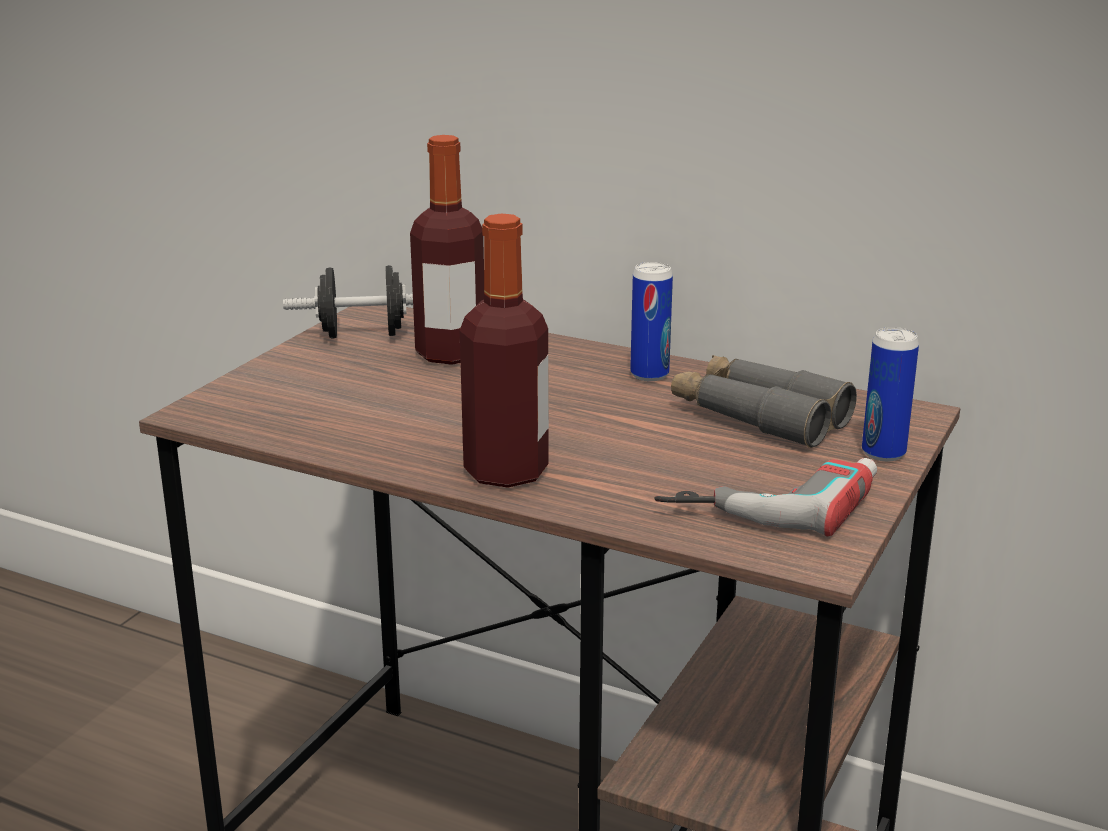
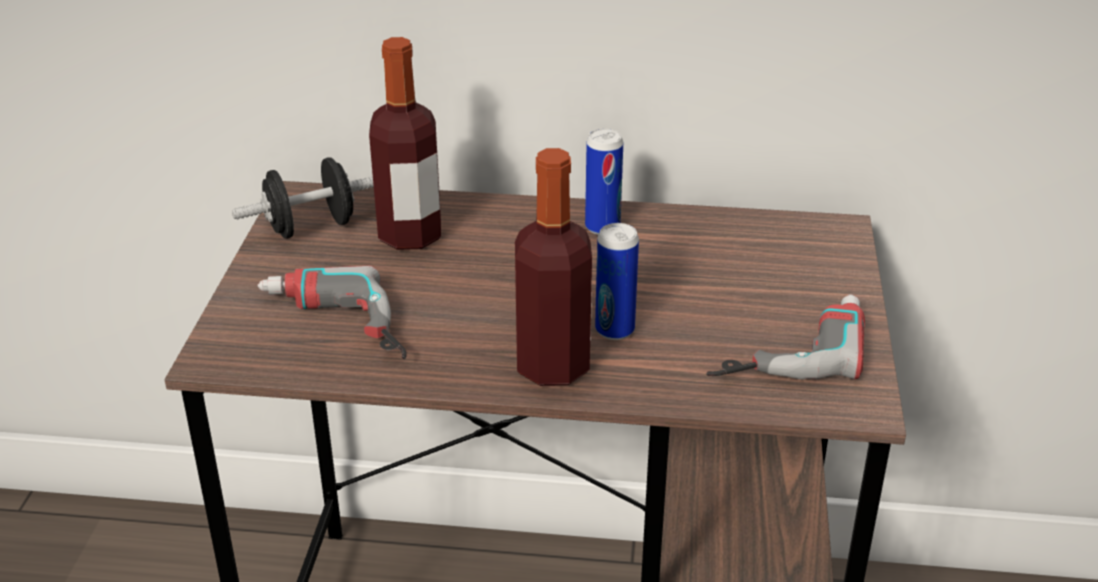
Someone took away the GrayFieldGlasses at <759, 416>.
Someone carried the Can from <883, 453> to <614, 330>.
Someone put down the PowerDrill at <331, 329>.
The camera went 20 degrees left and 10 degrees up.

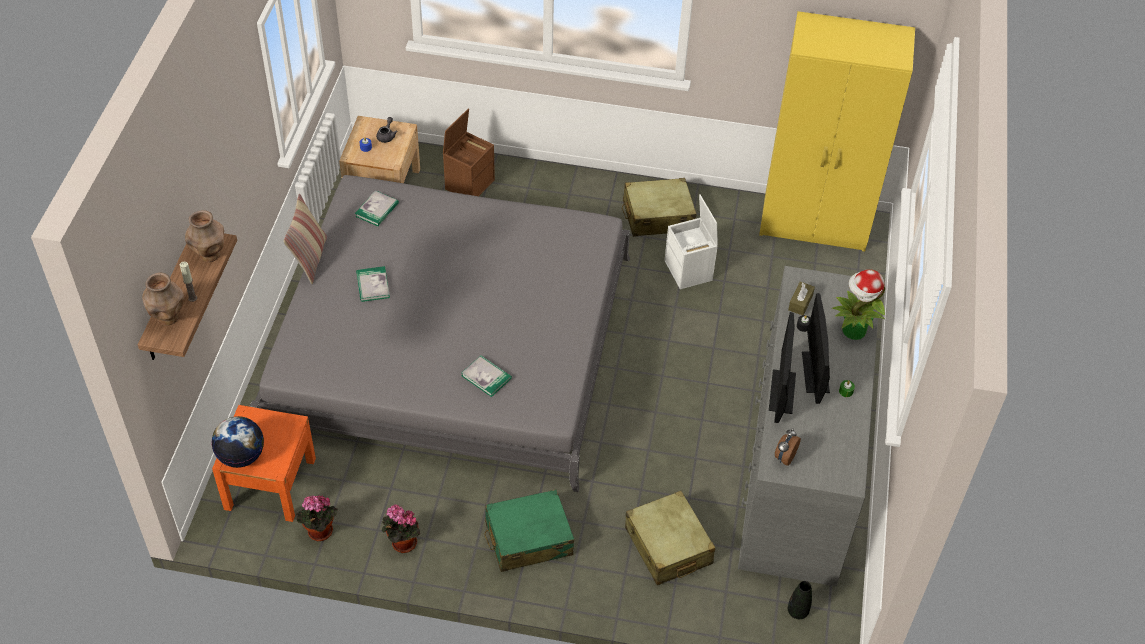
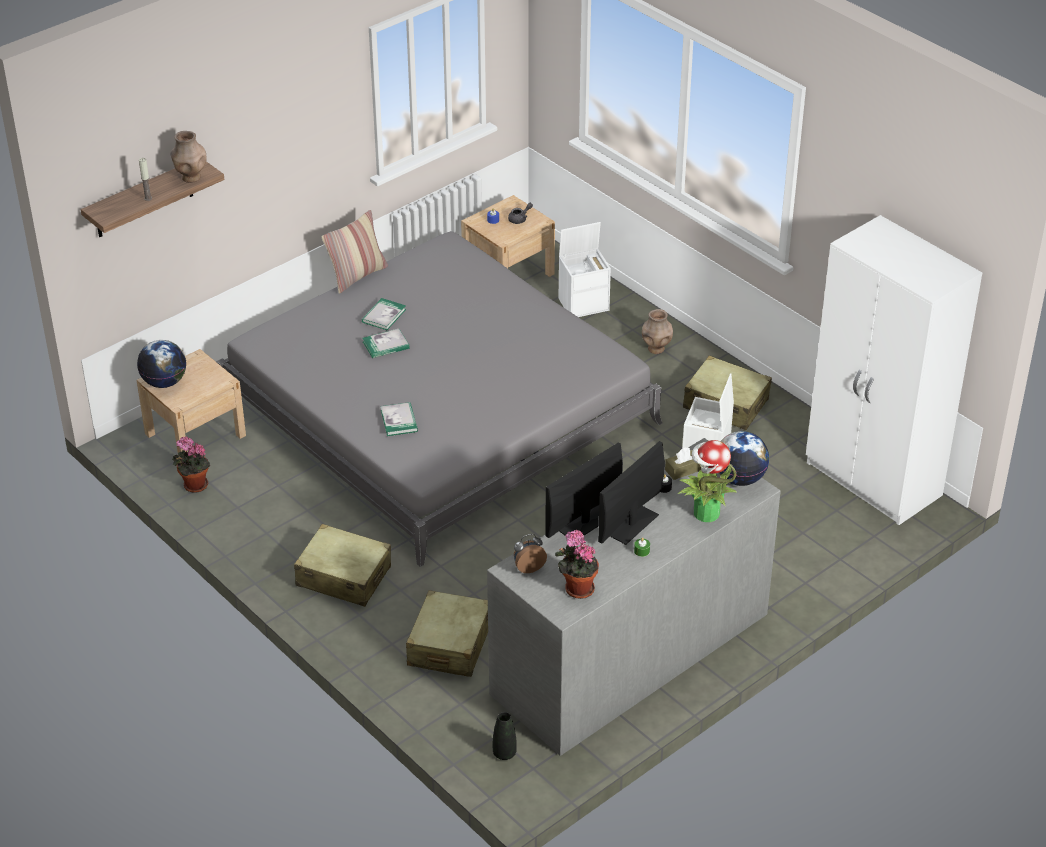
Someone carried the BrownishDecorativeVase from <168, 318> to <656, 349>.
Someone repainted the OrangeNightstand at <270, 483>, which became the BeigeColouredNightstand at <195, 435>.
Someone carried the Volume from <377, 210> to <386, 345>.
Someone carried the PlantInAPot from <402, 543> to <576, 588>.
Someone repainted the BrownishStorageContainer at <469, 183>, which became the WhiteColouredStorageContainer at <584, 303>.
Someone repainted the GreenishPieceOfLuggage at <528, 538>, which became the BeigeColouredPieceOfLuggage at <343, 576>.
Someone repainted the YellowColouredArmoire at <815, 224>, which became the WhiteColouredArmoire at <873, 481>.
Someone put down the DeskGlobe at <740, 478>.
The camera went 40 degrees right and 10 degrees down.

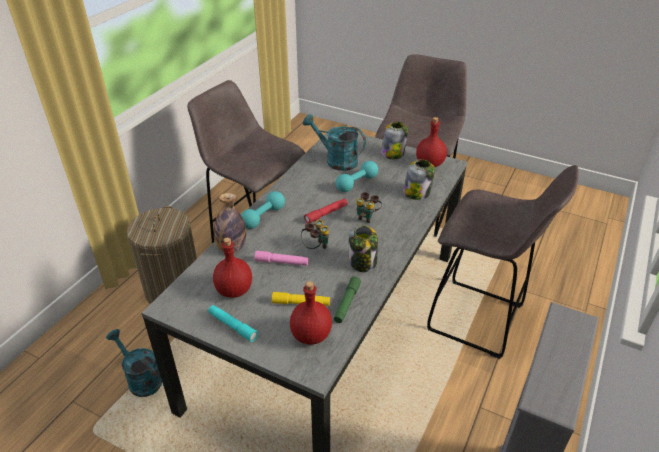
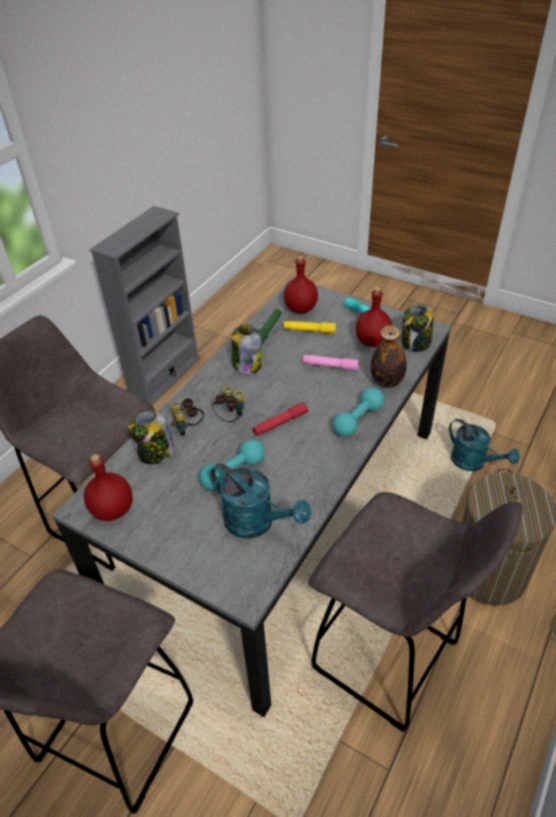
Someone carried the FieldGlasses from <315, 247> to <189, 428>.
Someone carried the StorageJar from <393, 153> to <416, 344>.
The camera went 175 degrees left and 5 degrees up.

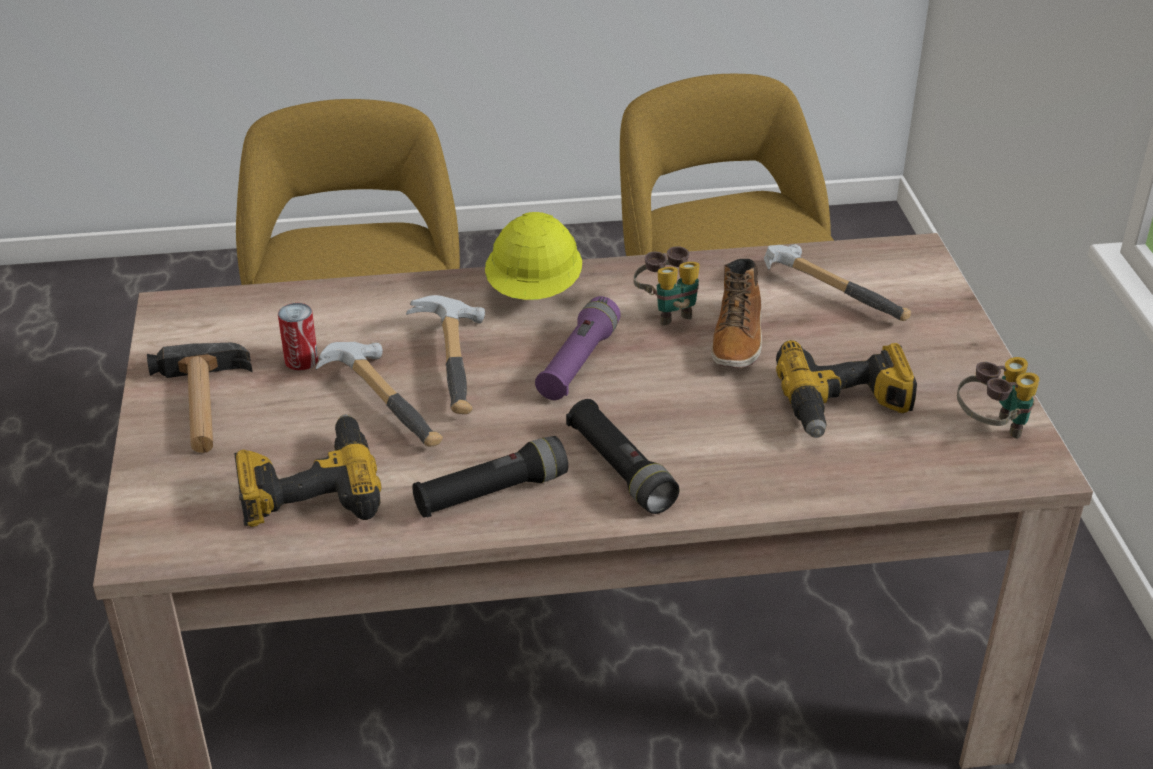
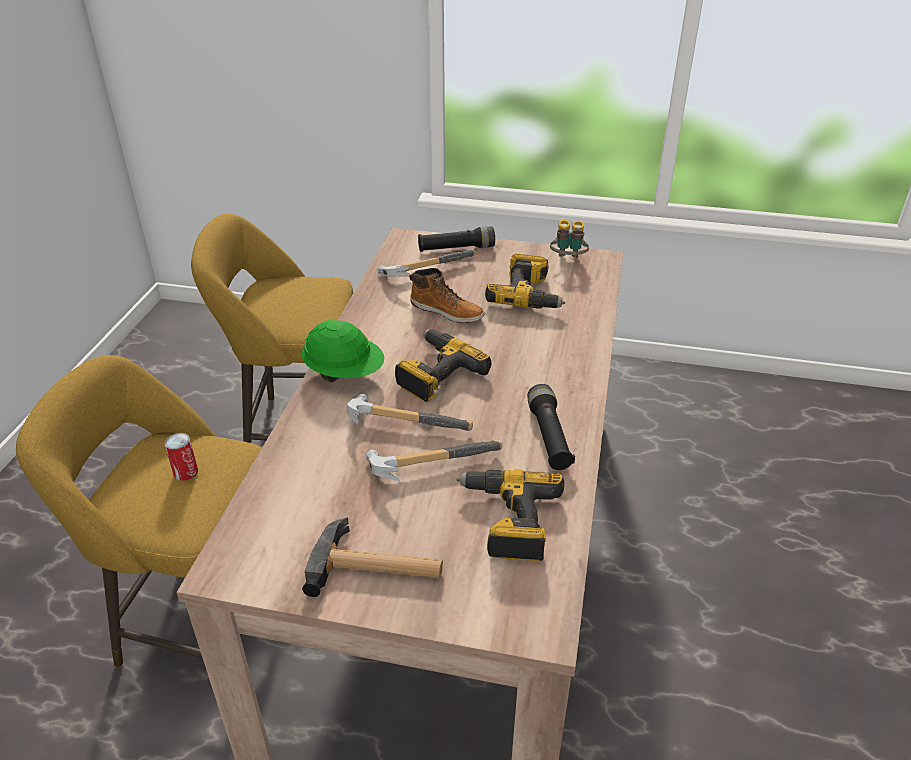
Someone carried the Can from <301, 360> to <185, 472>.
Someone repainted the YellowColouredSafetyHelmet at <535, 292>, which became the GreenishSafetyHelmet at <345, 373>.
Someone swapped the PurplishTorch at <578, 363> for the PowerDrill at <435, 373>.
Someone carried the BlackTorch from <620, 470> to <456, 249>.
Someone took away the FieldGlasses at <668, 311>.
The camera went 70 degrees left and 0 degrees up.

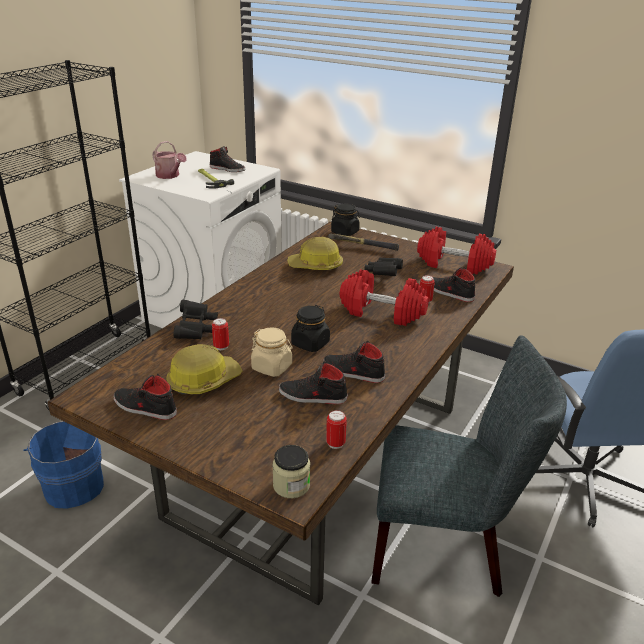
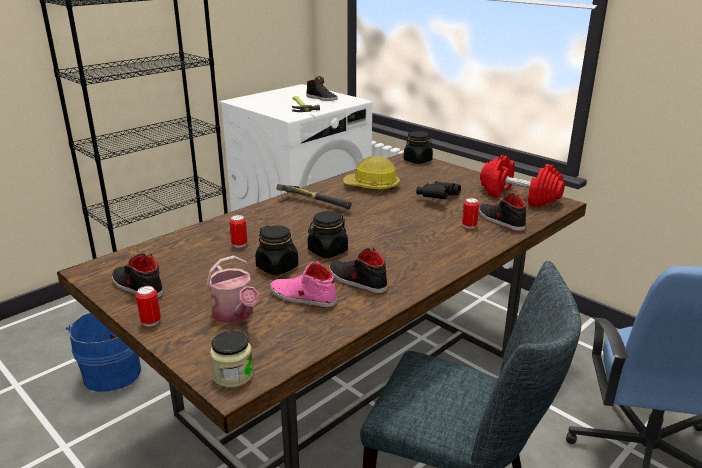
Someone carried the SprinklingCan from <169, 176> to <235, 314>.
Someone took away the SafetyHelmet at <203, 380>.
Someone took away the BlackFieldGlasses at <196, 329>.
Someone repainted the BeigeColouredStorageJar at <272, 367>, which became the BlackStorageJar at <277, 267>.
Someone repainted the BlackItemOfFootwear at <312, 396>, which became the PinkishItemOfFootwear at <302, 297>.
Someone carried the Can from <335, 443> to <151, 322>.
Someone carried the Hammer from <361, 247> to <315, 202>.
Someone took away the RedColouredHandWeight at <382, 312>.
The camera went 15 degrees right and 5 degrees down.

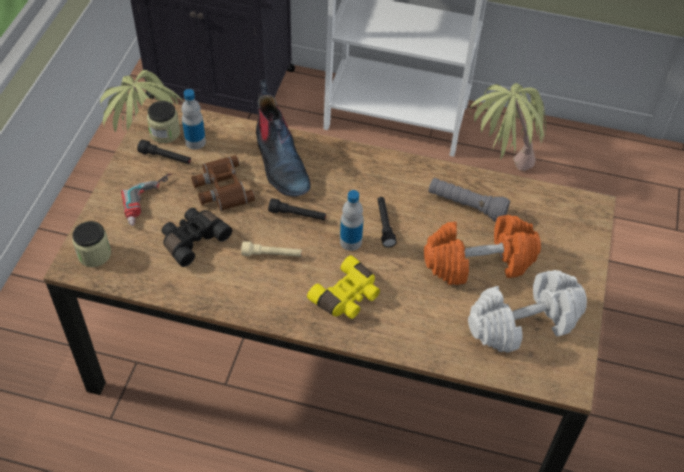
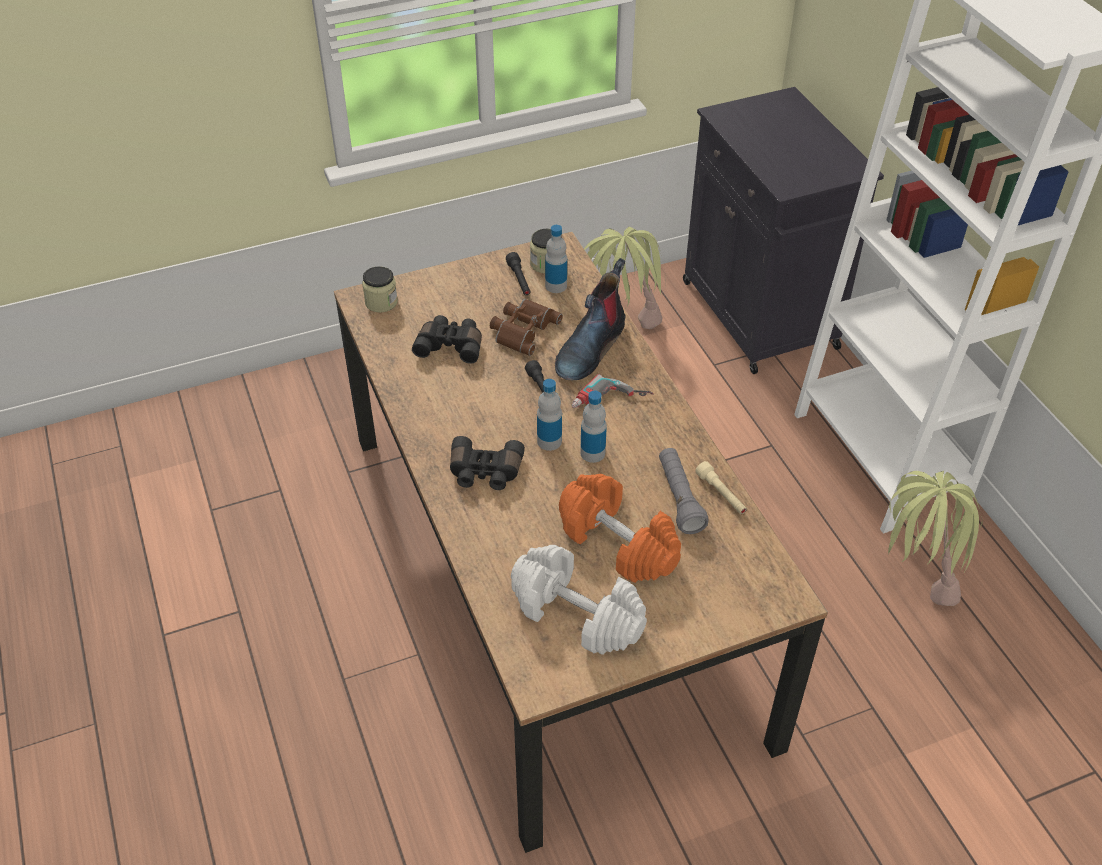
Someone carried the PowerDrill from <150, 203> to <611, 403>.
Someone carried the BeigeColouredTorch from <272, 255> to <721, 494>.
Someone repainted the YellowColouredFieldGlasses at <347, 297>, which became the BlackFieldGlasses at <485, 473>.
Someone swapped the BlackTorch at <384, 225> for the DrinkBottle at <592, 453>.
The camera went 55 degrees right and 5 degrees down.

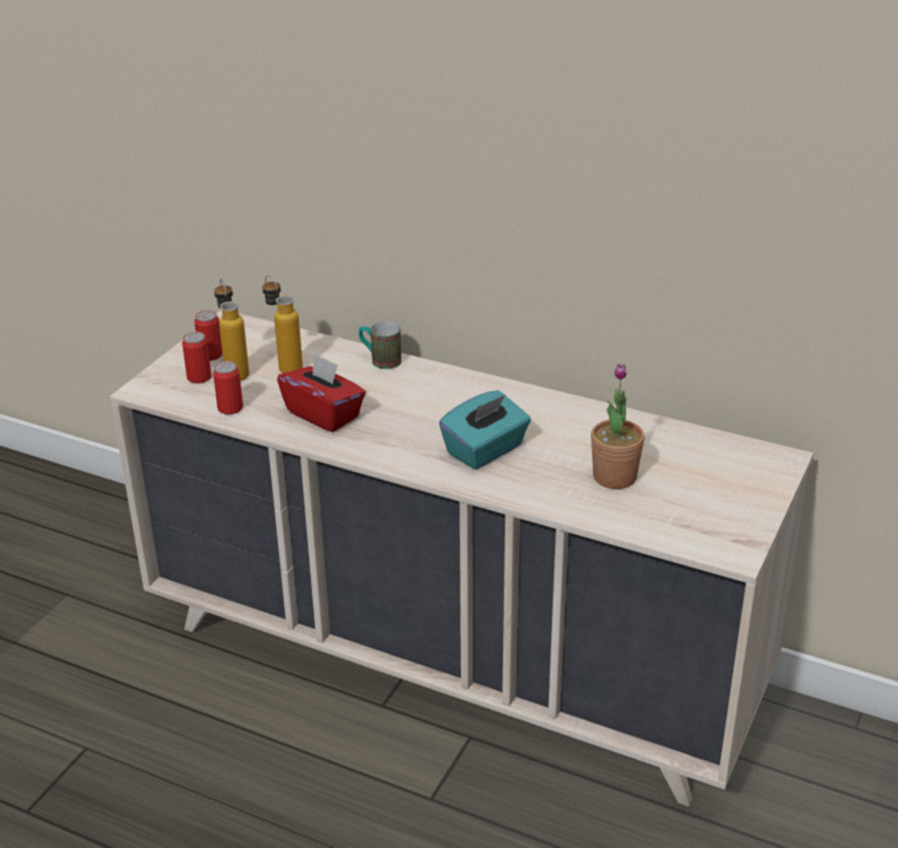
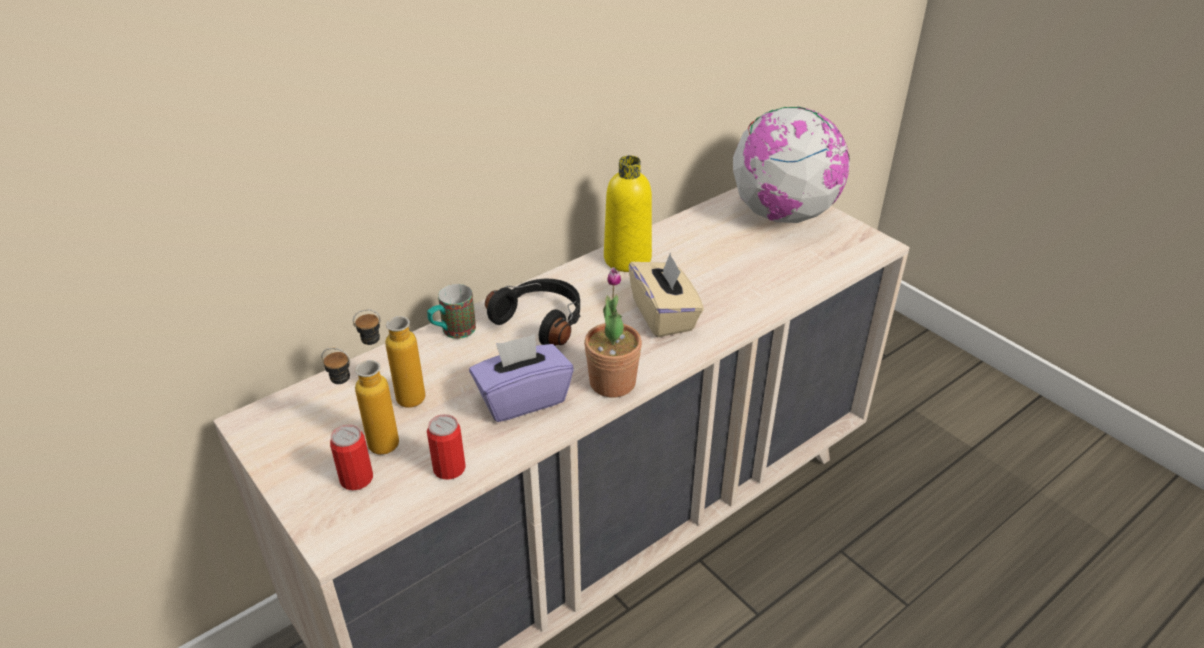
Someone took away the Can at <211, 355>.
Someone repainted the RedColouredTissueBox at <324, 414>, which became the PurplishTissueBox at <522, 398>.
Someone repainted the TurquoiseColouredTissueBox at <485, 450>, which became the BeigeColouredTissueBox at <664, 315>.
Someone carried the PlantInAPot from <614, 477> to <612, 382>.
Someone put down the BlackHeadset at <541, 321>.
Someone put down the YellowColouredDrinkBottle at <627, 259>.
Someone put down the DeskGlobe at <783, 214>.
The camera went 65 degrees left and 5 degrees up.

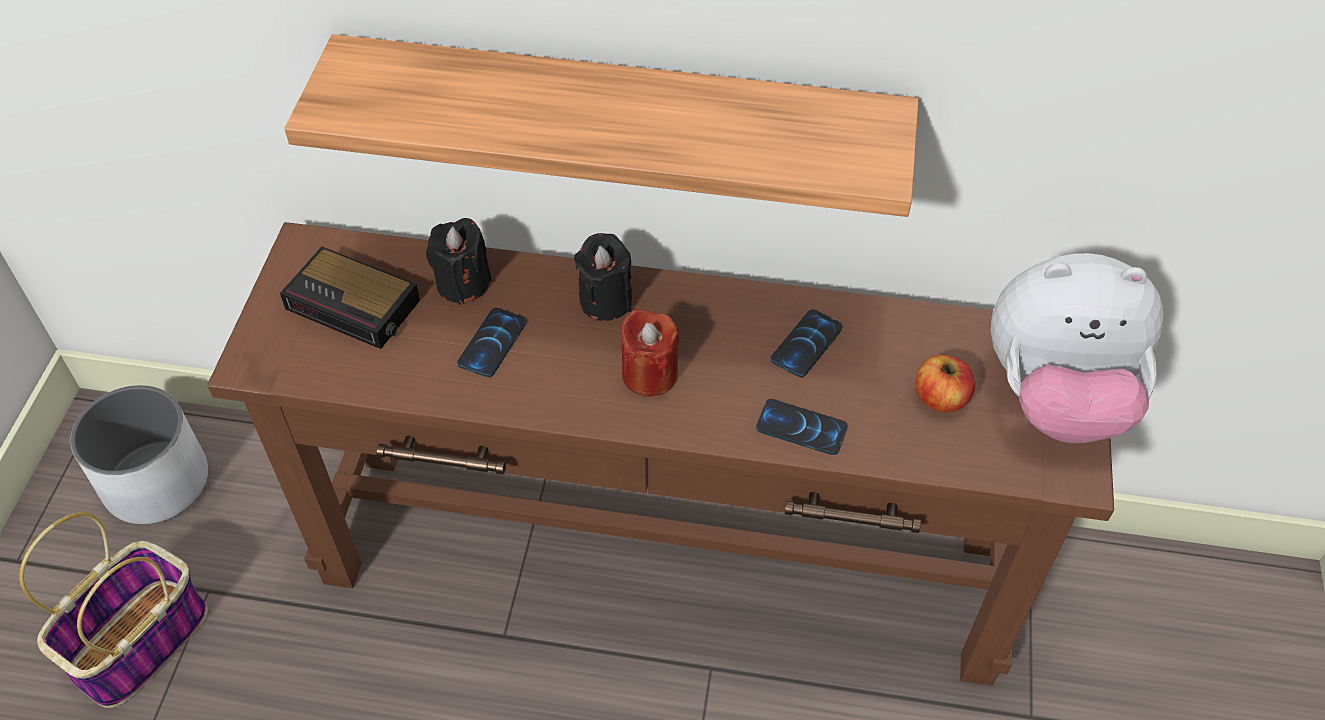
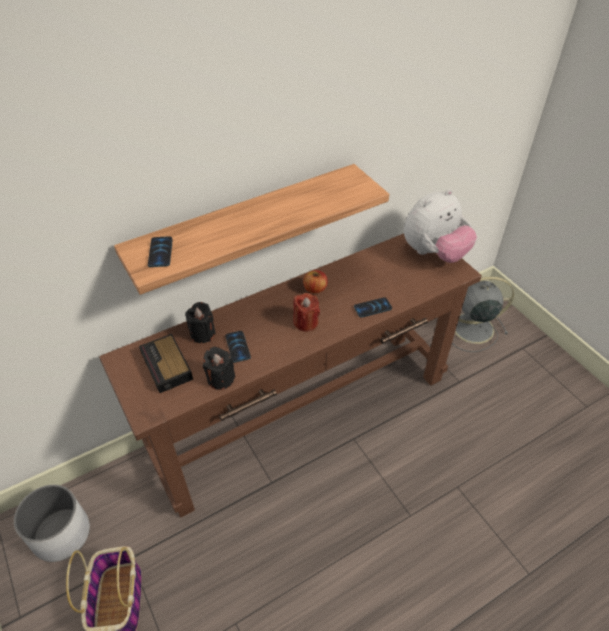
Someone rotated the BedsideClock at <355, 305> by 75 degrees clockwise.
Someone carried the BlackWaxCandle from <605, 300> to <220, 379>.
Someone carried the Telephone from <806, 344> to <160, 252>.
Someone carried the Apple from <940, 398> to <315, 289>.
Someone put down the GrayElectricFan at <471, 328>.
The camera went 40 degrees left and 5 degrees down.

